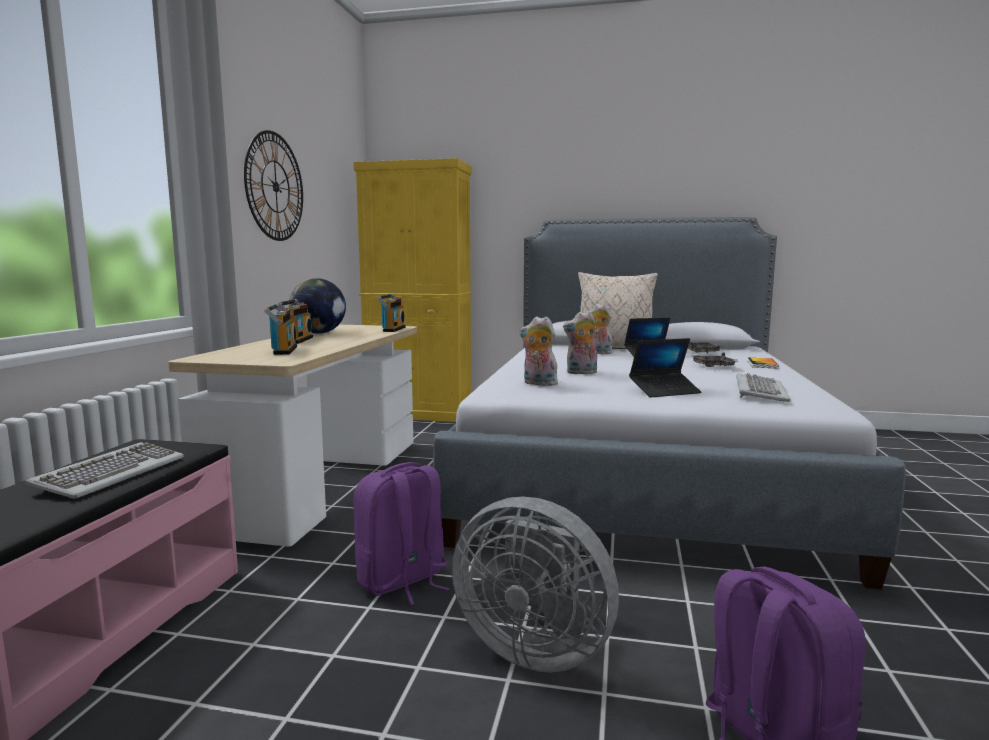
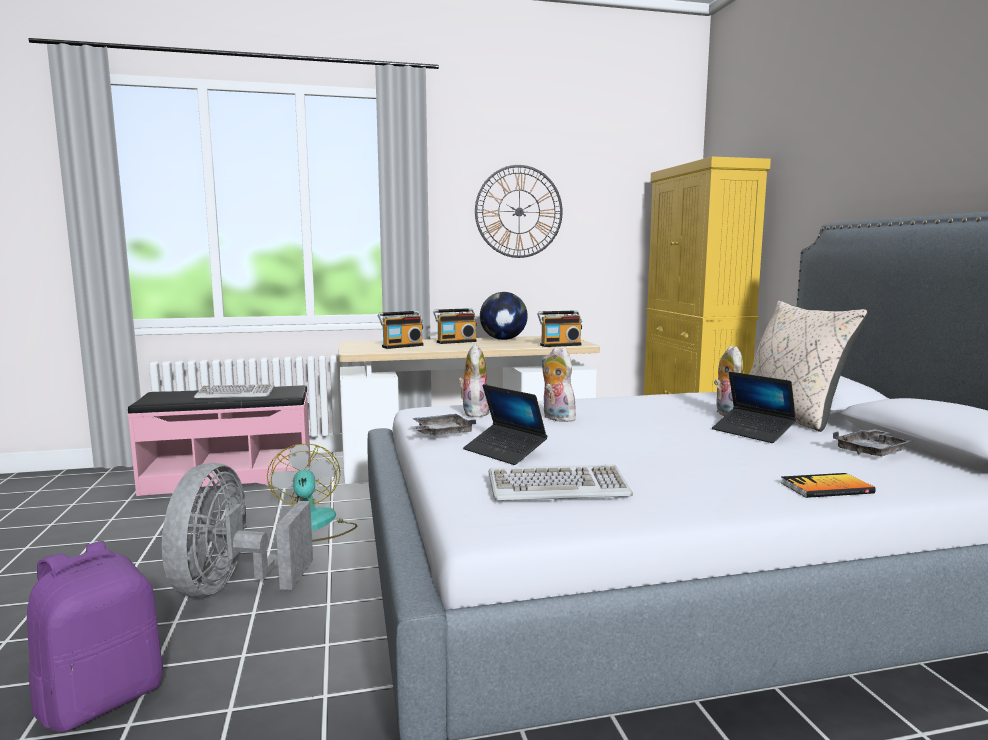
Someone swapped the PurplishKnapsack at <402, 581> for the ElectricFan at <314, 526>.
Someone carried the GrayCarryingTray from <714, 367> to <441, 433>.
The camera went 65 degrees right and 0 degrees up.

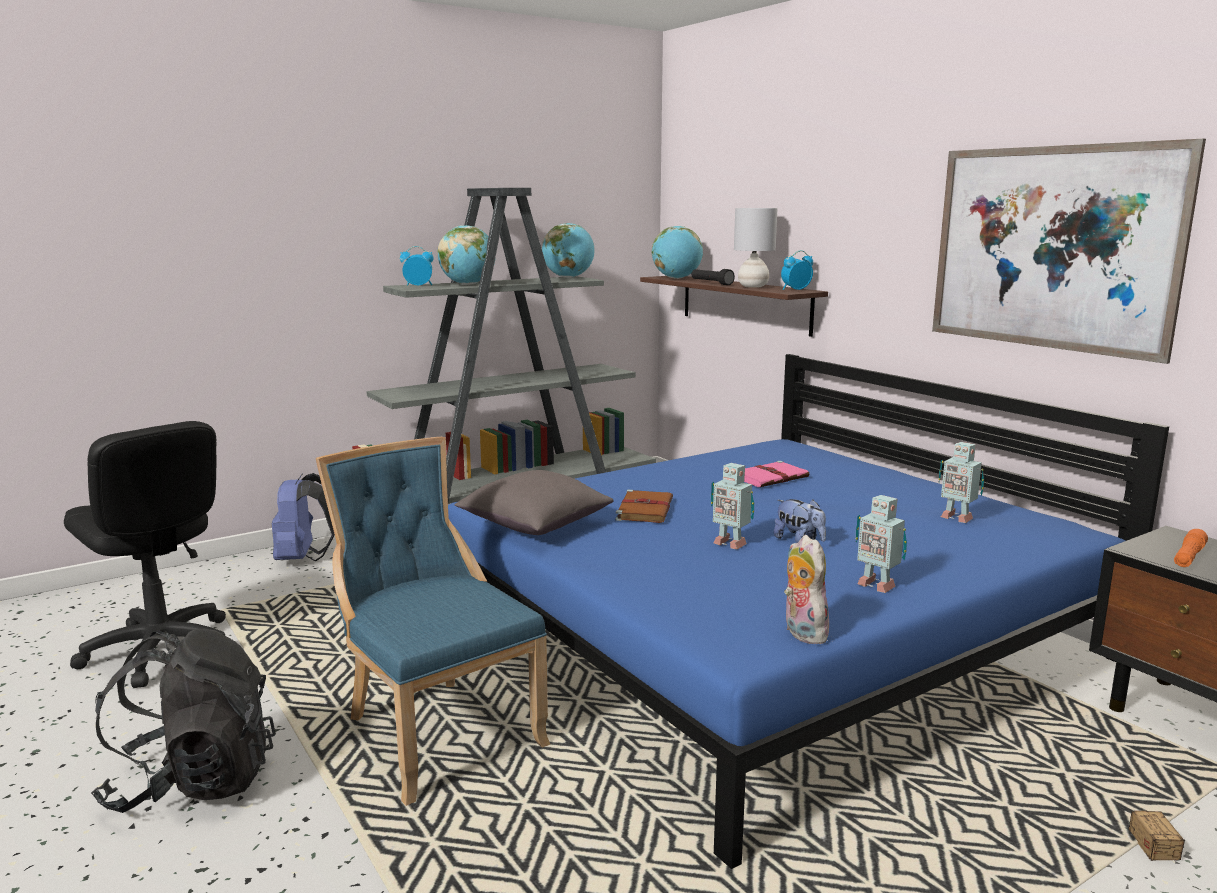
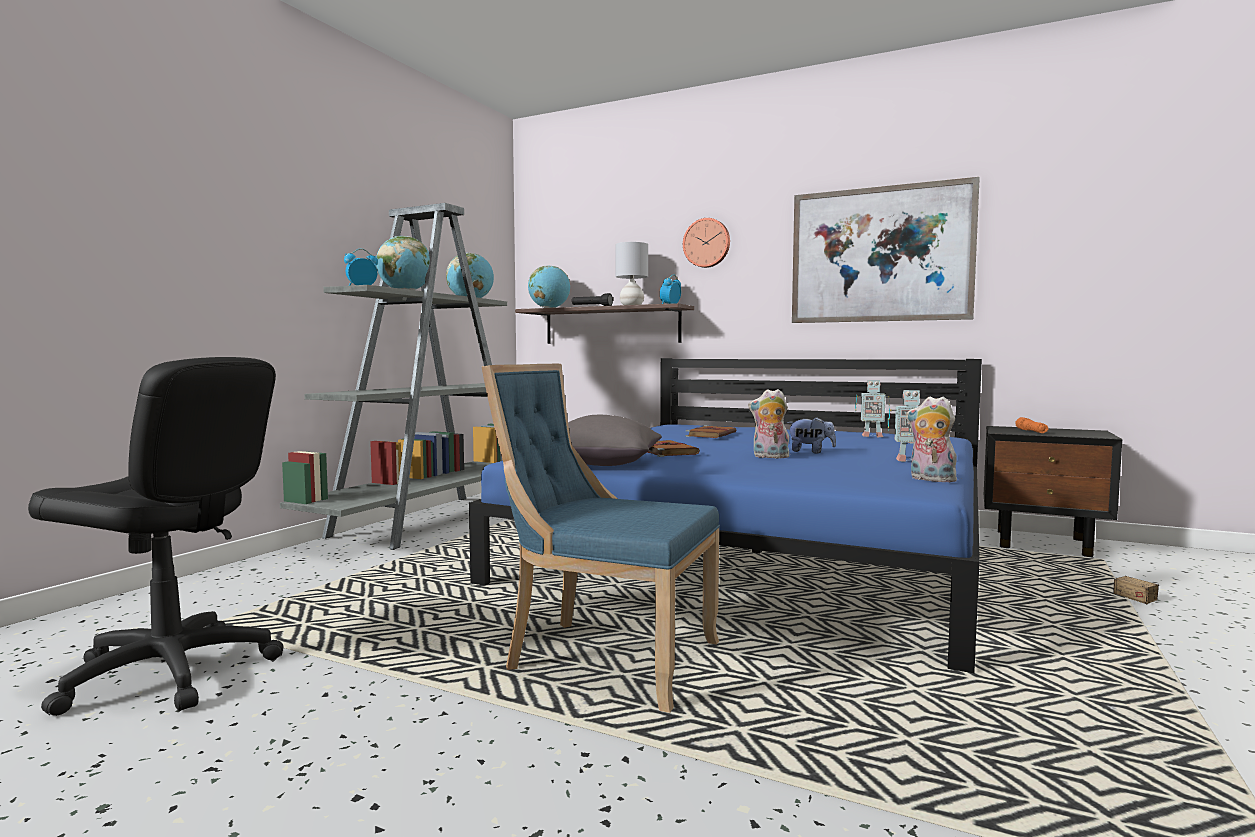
Someone took away the BlackKnapsack at <193, 782>.
Someone took away the BlueColouredKnapsack at <304, 558>.
Someone swapped the RobotFigure at <730, 543> for the CuddlyToy at <769, 457>.
Someone repainted the PinkishVolume at <771, 477>, which became the BrownishVolume at <711, 434>.
Someone put up the HangingClock at <707, 243>.
The camera went 30 degrees left and 10 degrees down.

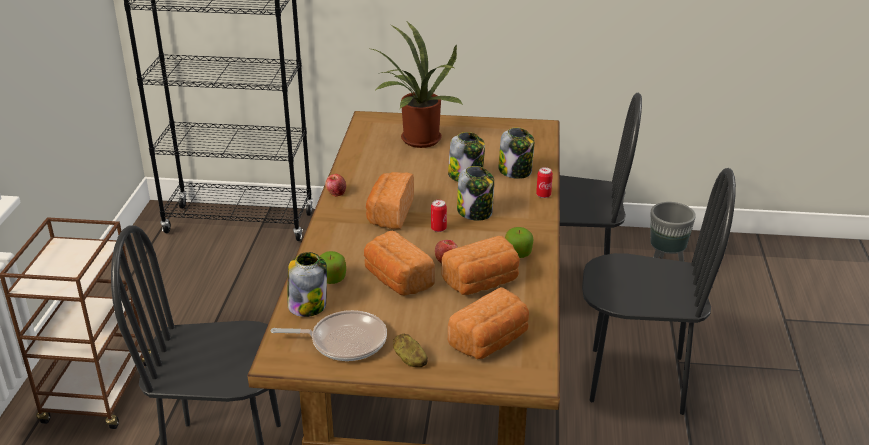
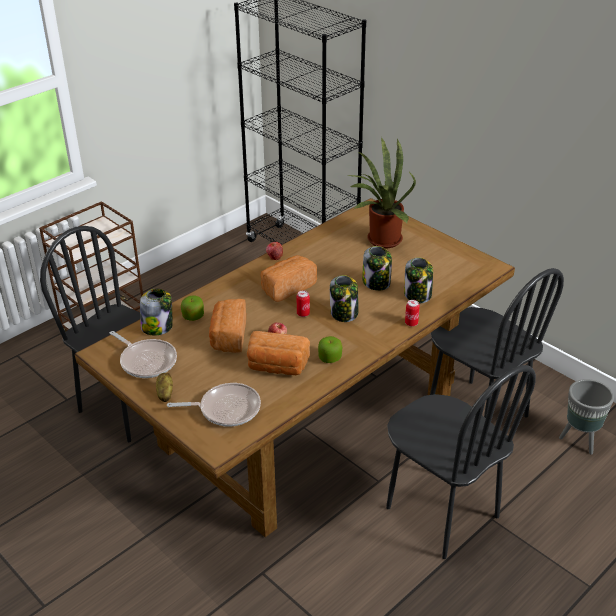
Someone swapped the BakeryBread at <491, 341> for the Skillet at <226, 409>.
The camera went 40 degrees right and 5 degrees up.

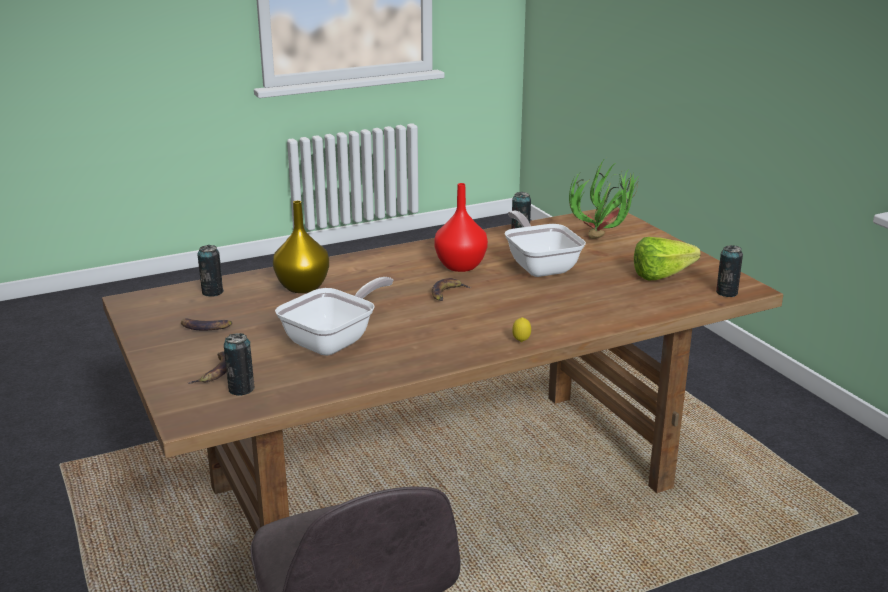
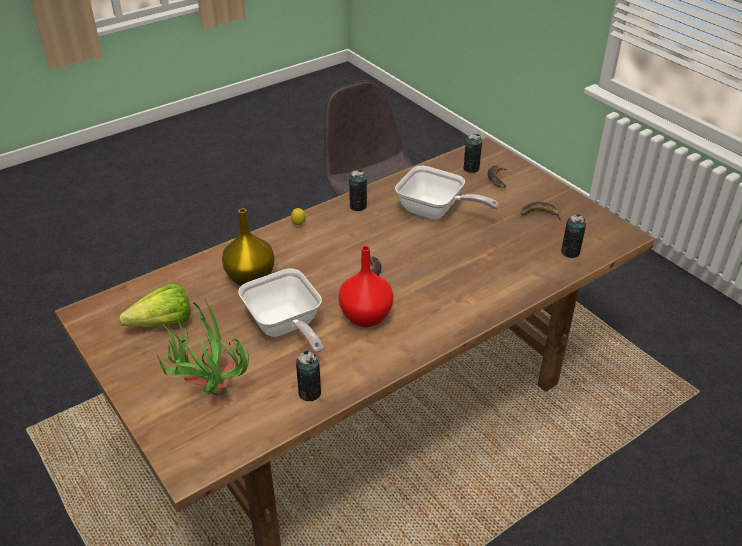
Someone carried the YellowColouredDecorativeVase from <301, 287> to <251, 278>.
Someone rotated the Skillet at <335, 341> by 90 degrees counterclockwise.
Someone carried the Can from <726, 293> to <358, 206>.
The camera went 170 degrees right and 15 degrees up.

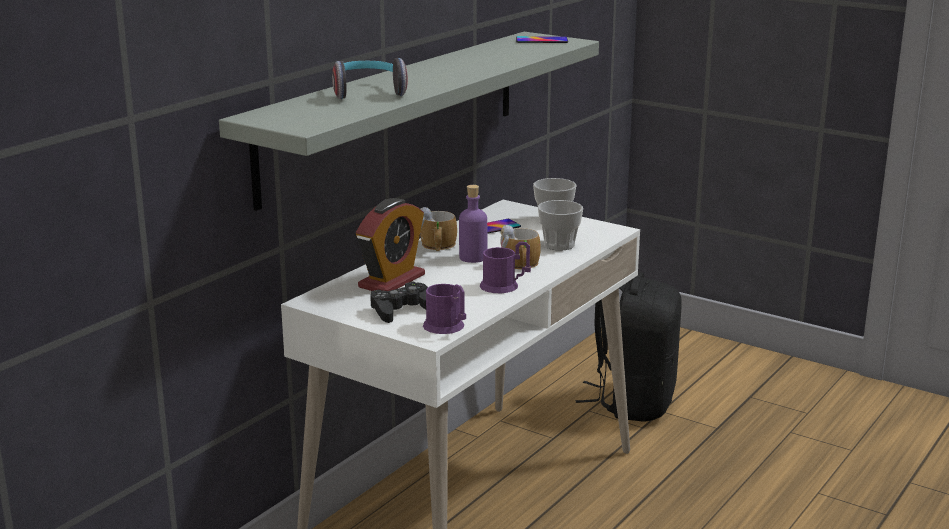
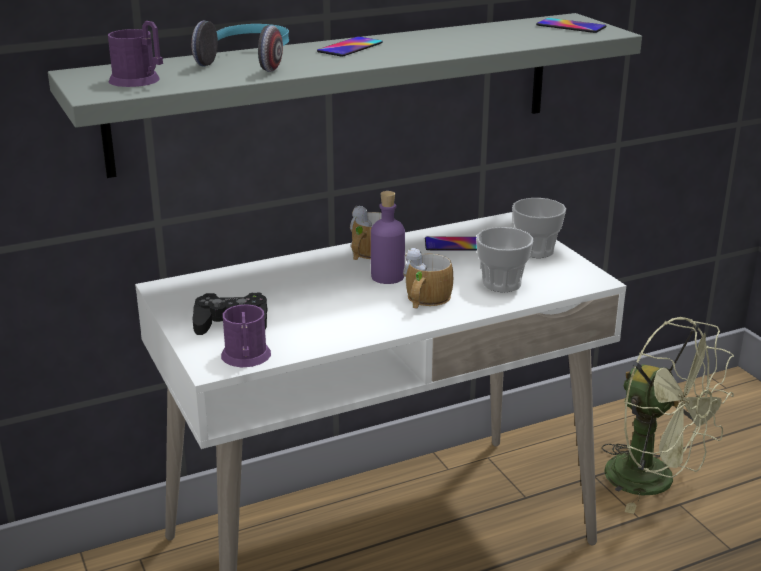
Someone took away the BedsideClock at <392, 281>.
Someone carried the PurplishTeaMug from <505, 286> to <139, 81>.
Someone swapped the BlackKnapsack at <633, 402> for the GreenishElectricFan at <654, 482>.
Someone put down the Telephone at <350, 47>.
The camera went 30 degrees right and 5 degrees up.

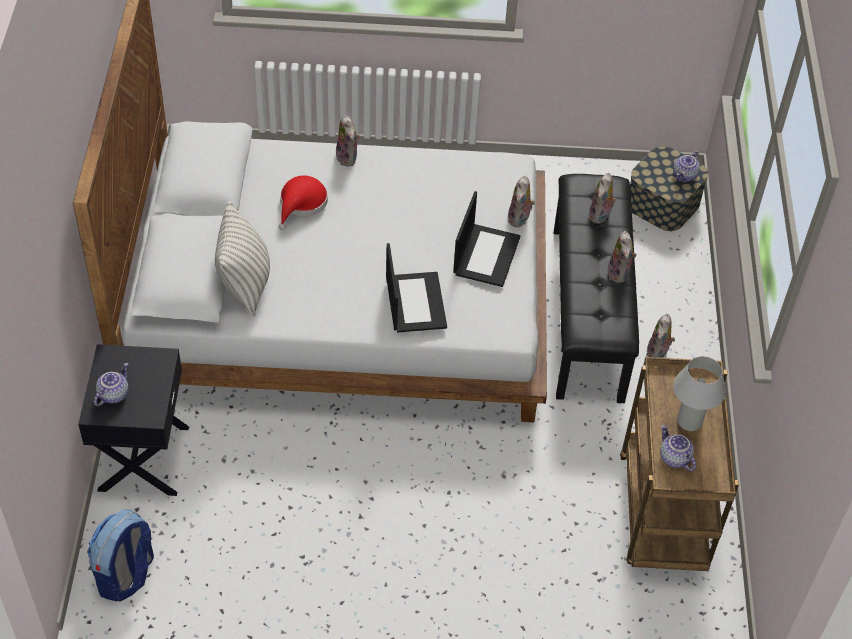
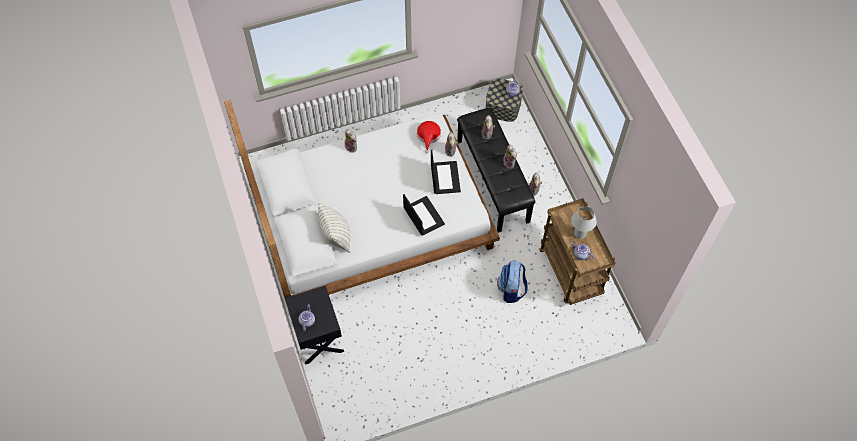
Someone carried the Knapsack from <126, 575> to <511, 289>.
Someone carried the RedColouredHat from <302, 204> to <428, 135>.
The camera went 20 degrees left and 10 degrees up.

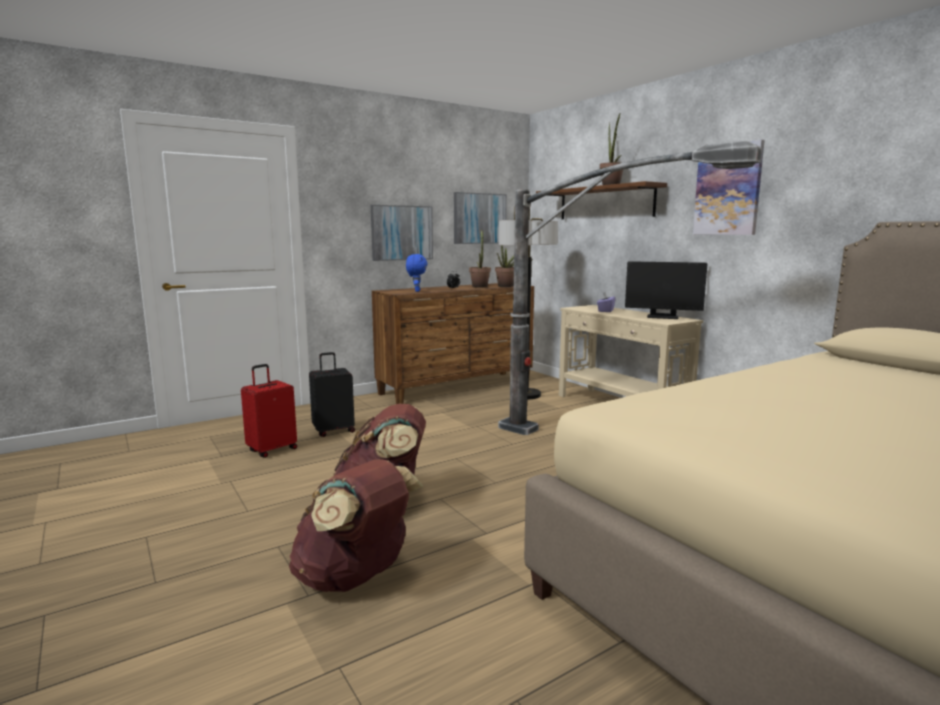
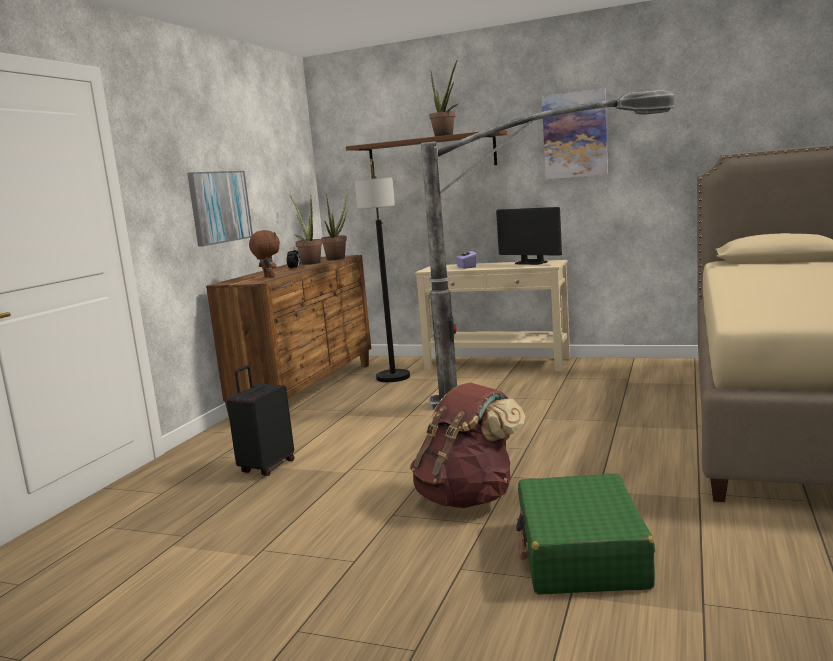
Someone took away the RedColouredPieceOfLuggage at <272, 450>.
Someone swapped the BrownishKnapsack at <355, 578> for the GreenishPieceOfLuggage at <580, 554>.
Someone repainted the BlueColouredCuddlyToy at <416, 291>, which became the BrownishCuddlyToy at <268, 277>.
Someone took away the WallArt at <479, 218>.
Someone rotated the ComputerDisplay at <662, 317> by 60 degrees clockwise.
The camera went 35 degrees left and 0 degrees up.

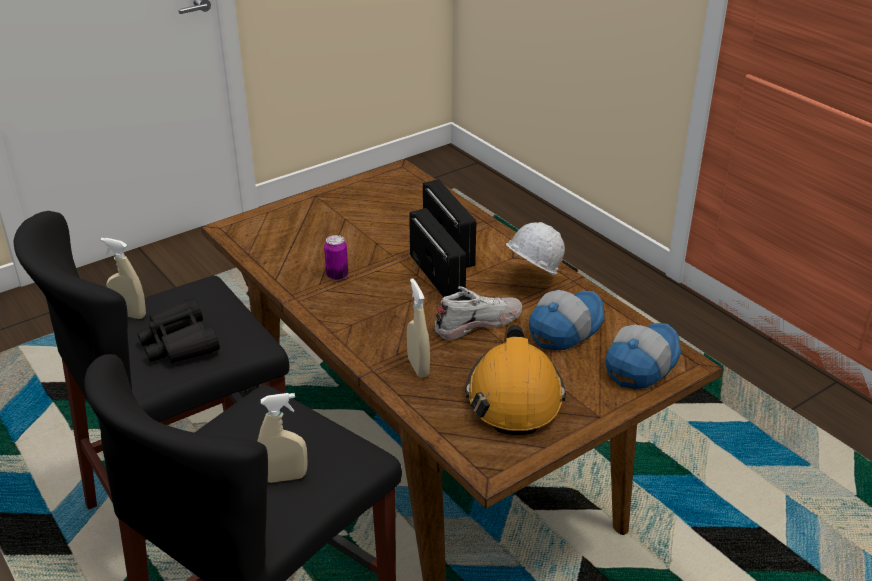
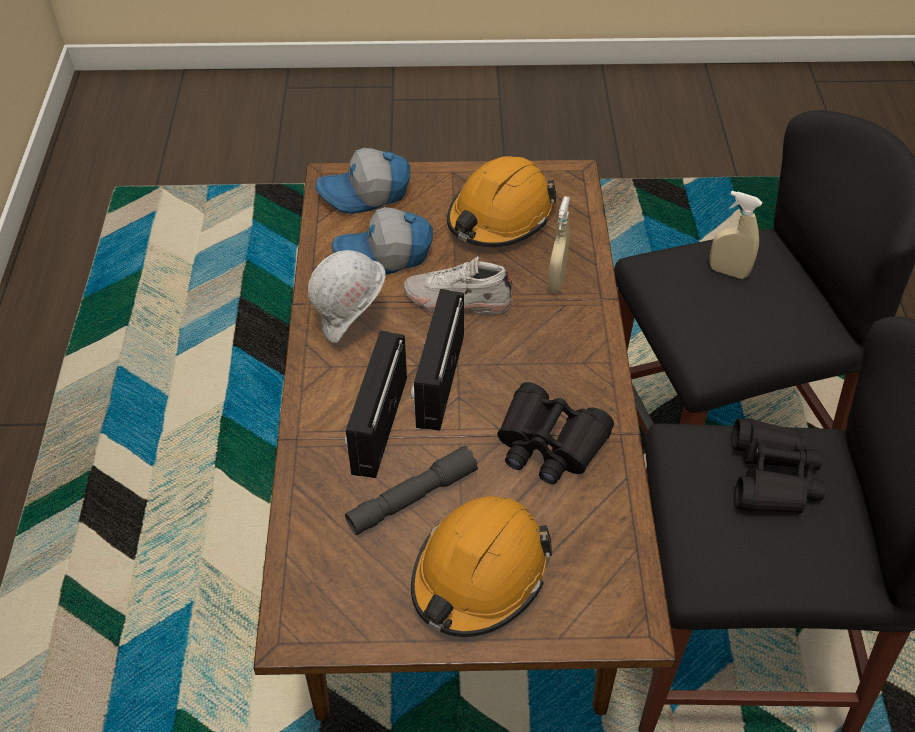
Someone took away the BeigeColouredSprayer at <130, 314>.
Someone swapped the Can at <337, 275> for the BlackFieldGlasses at <549, 443>.
Someone put down the GrayTorch at <412, 498>.
Someone put down the OrangeSafetyHelmet at <479, 575>.
The camera went 145 degrees left and 15 degrees up.

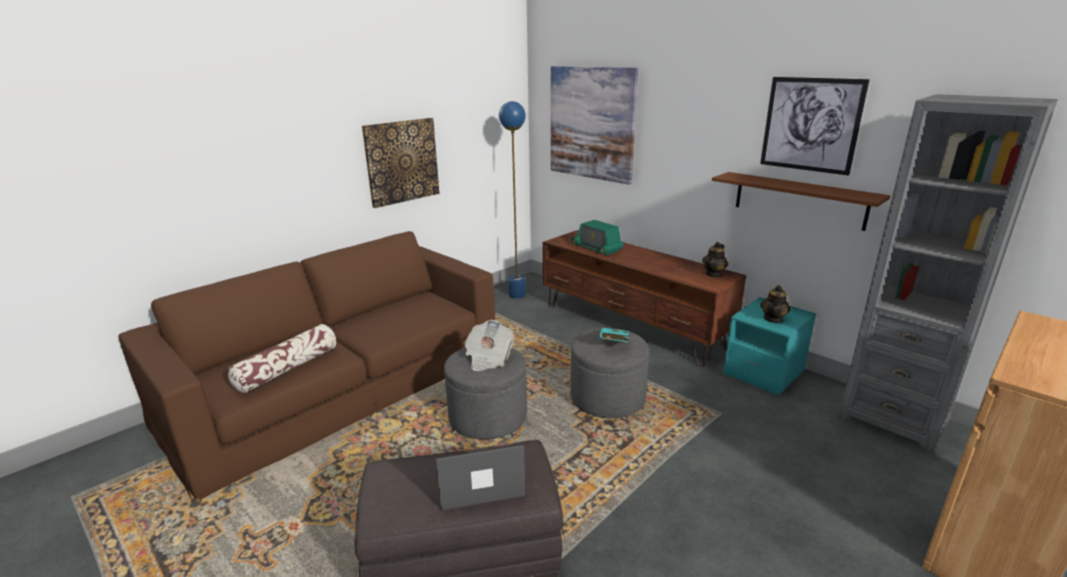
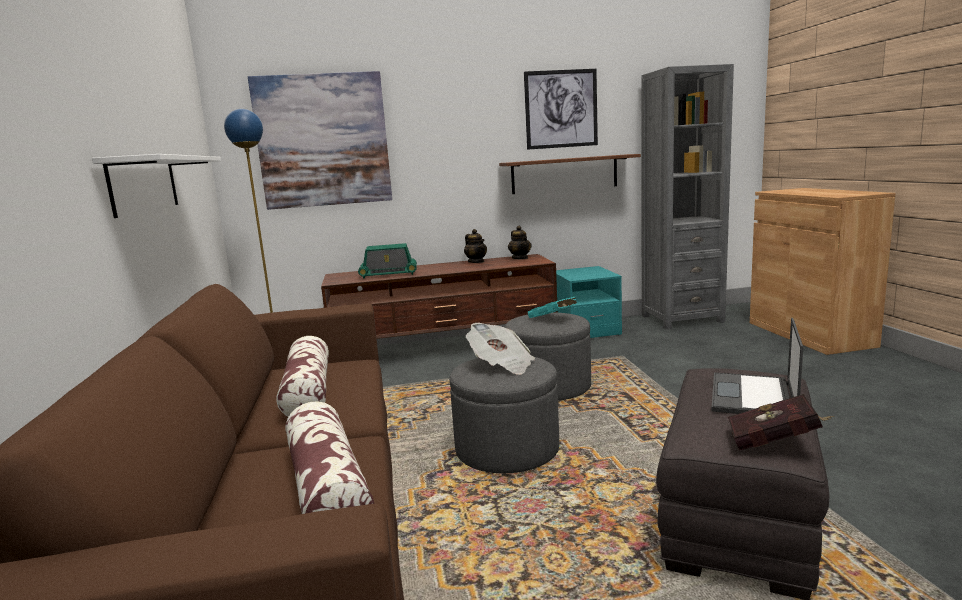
Someone swapped the WallArt at <402, 161> for the WhiteColouredShelf at <144, 184>.
Someone carried the PotForTea from <773, 319> to <476, 262>.
Someone put down the Pillow at <308, 391>.
Someone put down the RedColouredVolume at <776, 444>.
The camera went 55 degrees left and 10 degrees down.

